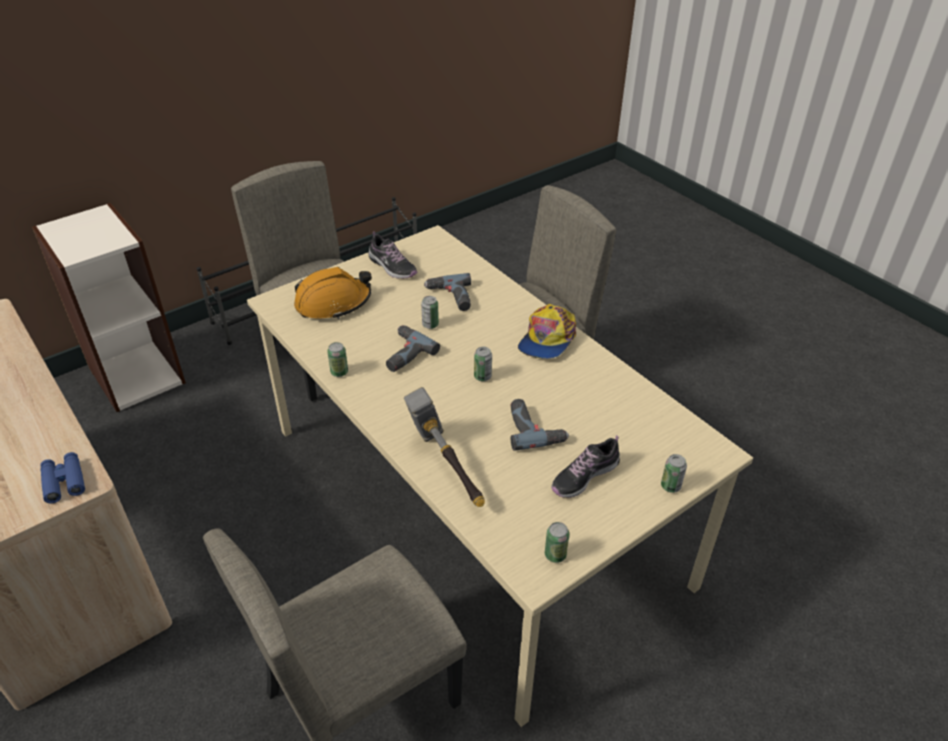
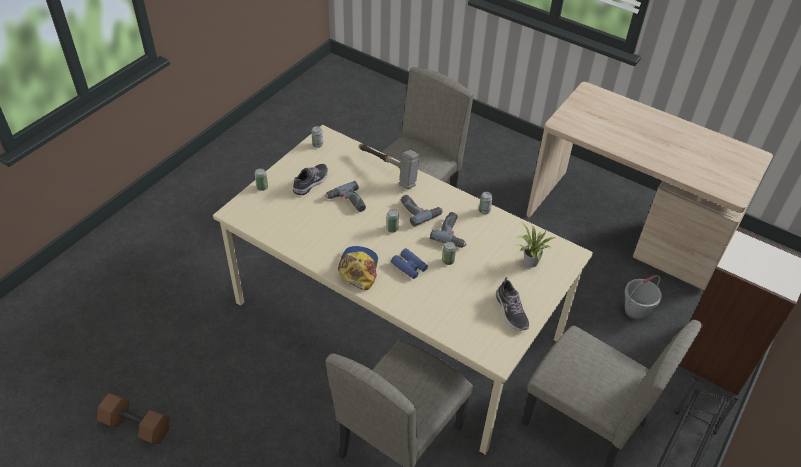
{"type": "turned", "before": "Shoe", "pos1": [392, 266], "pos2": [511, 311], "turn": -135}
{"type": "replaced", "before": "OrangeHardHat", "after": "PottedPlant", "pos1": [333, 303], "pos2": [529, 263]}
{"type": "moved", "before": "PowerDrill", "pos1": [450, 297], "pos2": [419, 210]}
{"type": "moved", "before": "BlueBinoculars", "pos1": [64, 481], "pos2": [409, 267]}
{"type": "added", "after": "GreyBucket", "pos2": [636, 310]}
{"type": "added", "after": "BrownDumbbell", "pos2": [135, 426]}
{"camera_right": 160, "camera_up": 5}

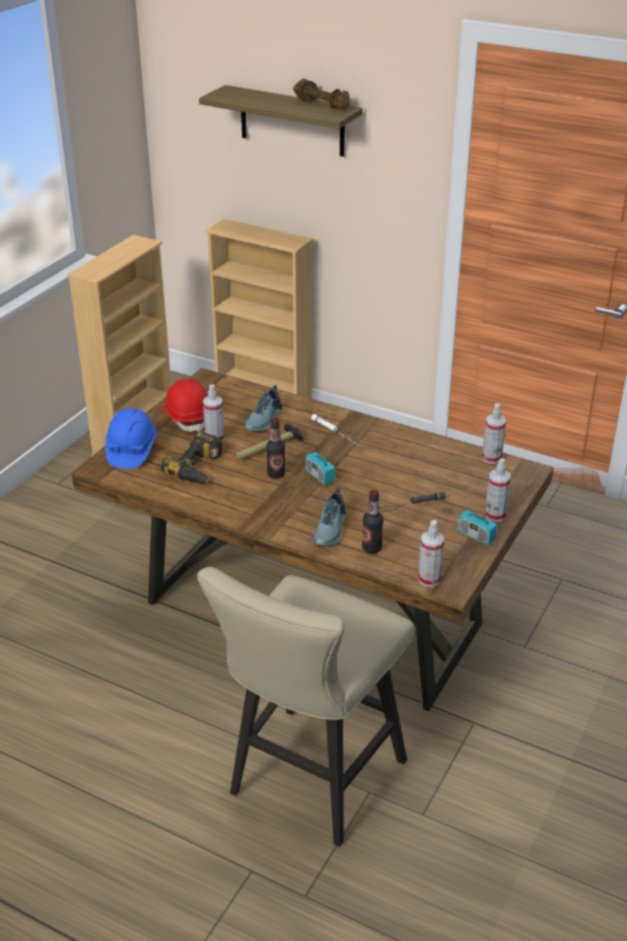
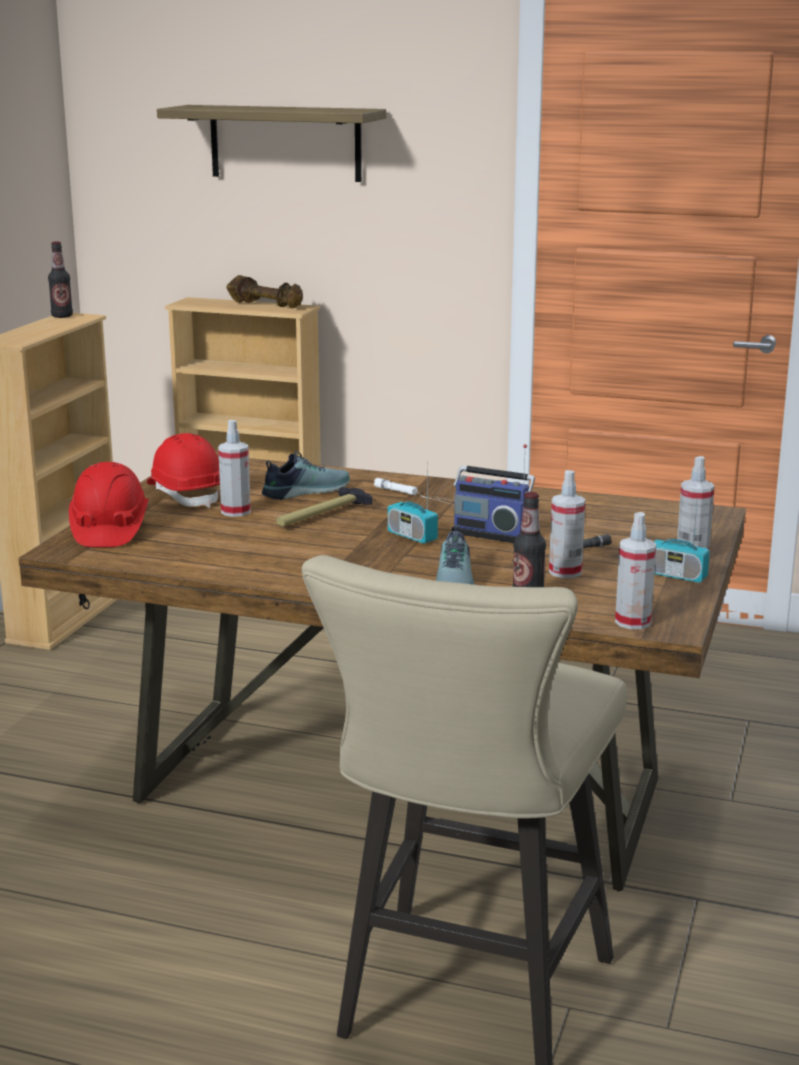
{"type": "moved", "before": "BrownDumbbell", "pos1": [322, 105], "pos2": [267, 305]}
{"type": "turned", "before": "Shoe", "pos1": [265, 420], "pos2": [304, 491], "turn": -135}
{"type": "moved", "before": "SprayBottle", "pos1": [491, 458], "pos2": [565, 572]}
{"type": "recoloured", "before": "BlueHardHat", "after": "RedHardHat", "pos1": [131, 451], "pos2": [109, 530]}
{"type": "moved", "before": "Bottle", "pos1": [276, 474], "pos2": [62, 316]}
{"type": "removed", "before": "PowerDrill", "pos1": [200, 468]}
{"type": "added", "after": "Radio", "pos2": [492, 533]}
{"camera_right": -10, "camera_up": -15}

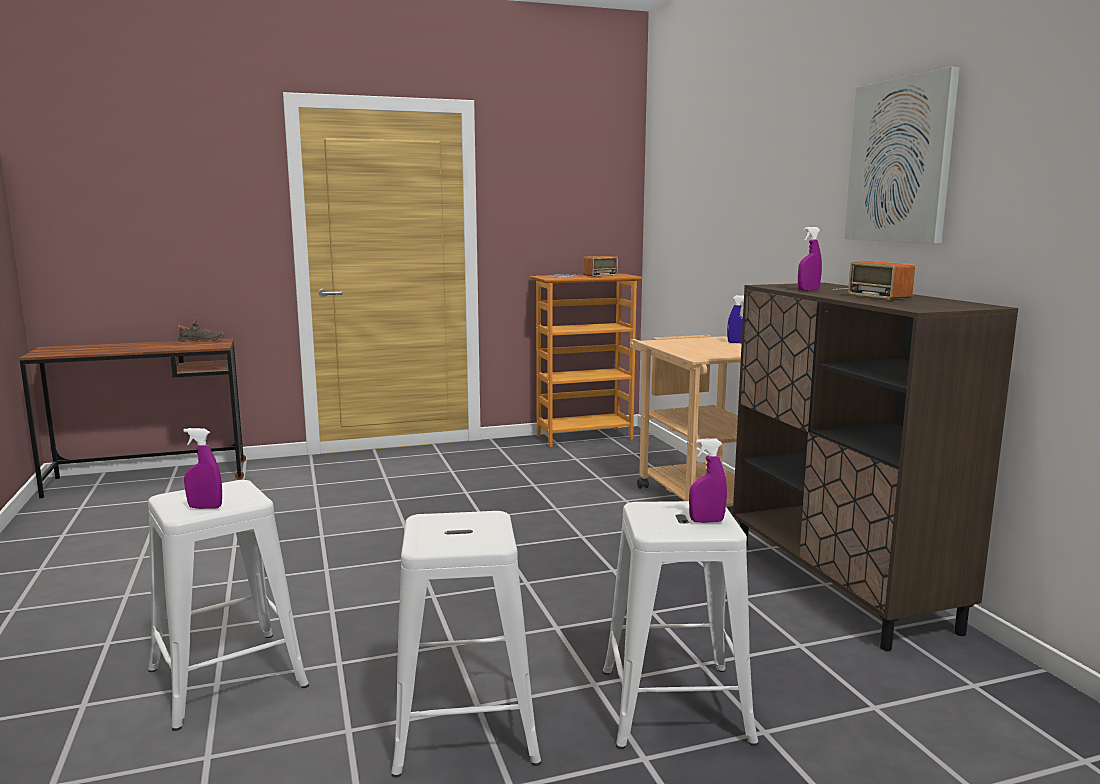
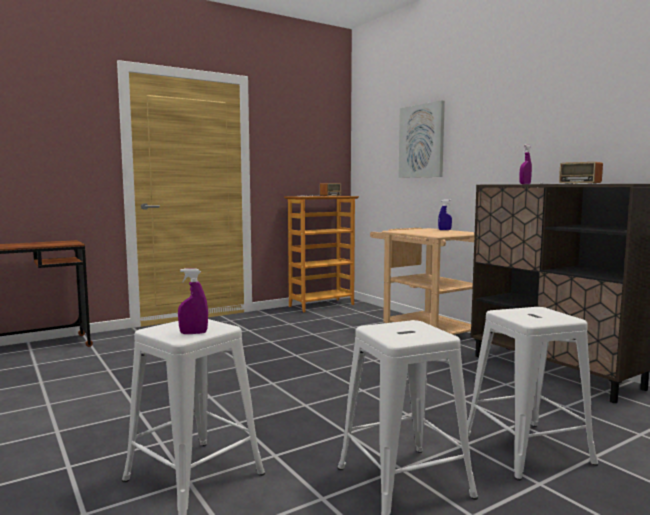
{"type": "moved", "before": "Picture", "pos1": [900, 161], "pos2": [421, 141]}
{"type": "removed", "before": "BlackShoe", "pos1": [201, 341]}
{"type": "removed", "before": "PurpleSprayBottle", "pos1": [706, 521]}
{"camera_right": -15, "camera_up": -5}

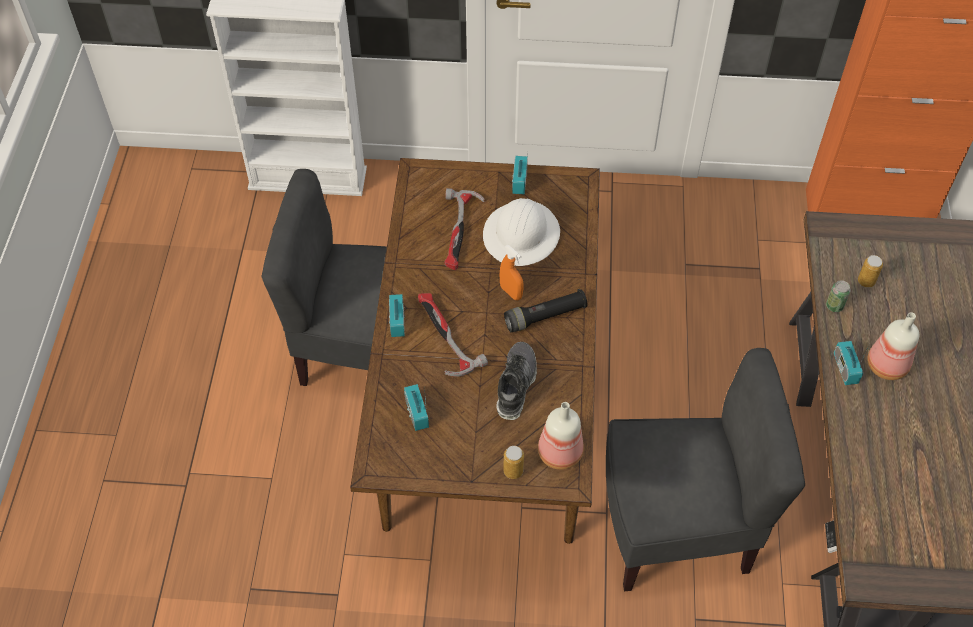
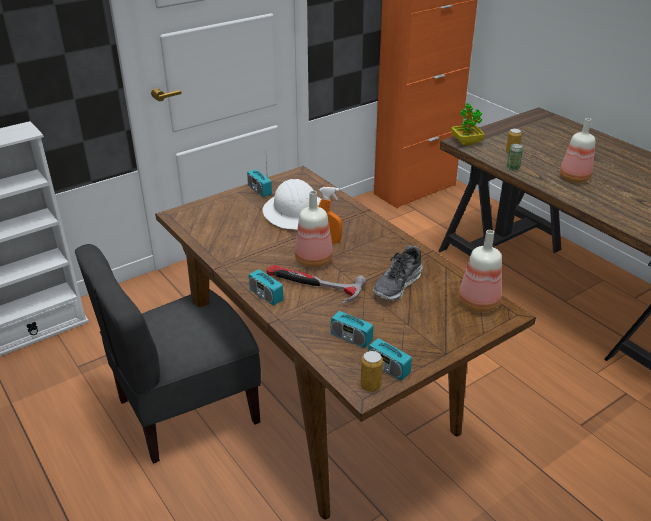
{"type": "removed", "before": "Hammer", "pos1": [460, 232]}
{"type": "removed", "before": "BlackFlashlight", "pos1": [545, 316]}
{"type": "moved", "before": "Radio", "pos1": [845, 369], "pos2": [388, 368]}
{"type": "turned", "before": "Shoe", "pos1": [515, 384], "pos2": [398, 285], "turn": -120}
{"type": "removed", "before": "GreyChair", "pos1": [676, 527]}
{"type": "moved", "before": "Can", "pos1": [513, 471], "pos2": [370, 386]}
{"type": "added", "after": "PottedPlant", "pos2": [466, 142]}
{"type": "added", "after": "Bottle", "pos2": [313, 260]}
{"camera_right": -40, "camera_up": -20}

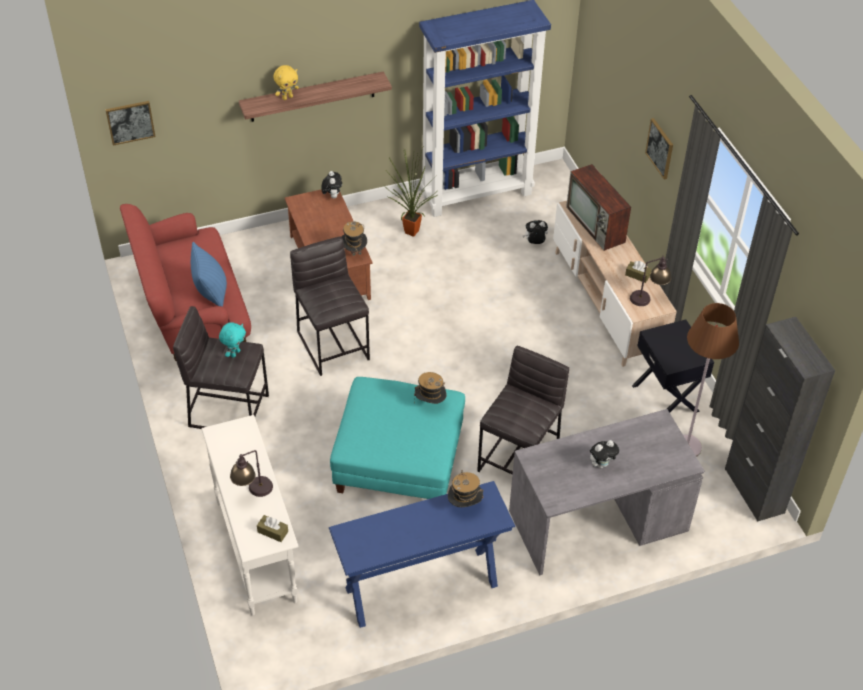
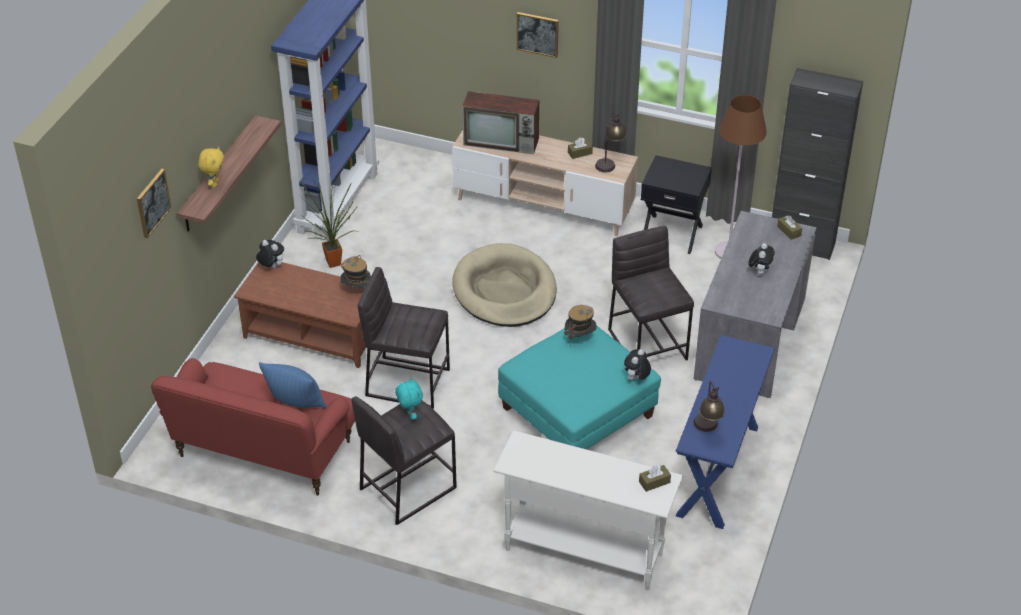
{"type": "moved", "before": "Picture", "pos1": [130, 122], "pos2": [152, 203]}
{"type": "moved", "before": "PlushToy", "pos1": [535, 243], "pos2": [636, 379]}
{"type": "moved", "before": "TableLamp", "pos1": [253, 492], "pos2": [707, 430]}
{"type": "removed", "before": "Hat", "pos1": [464, 505]}
{"type": "added", "after": "BrownTissueBox", "pos2": [789, 231]}
{"type": "added", "after": "BeigeDogBed", "pos2": [505, 290]}
{"camera_right": -50, "camera_up": -5}

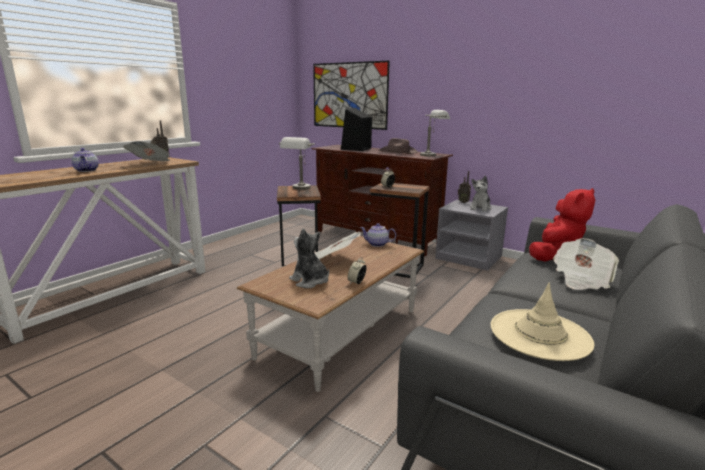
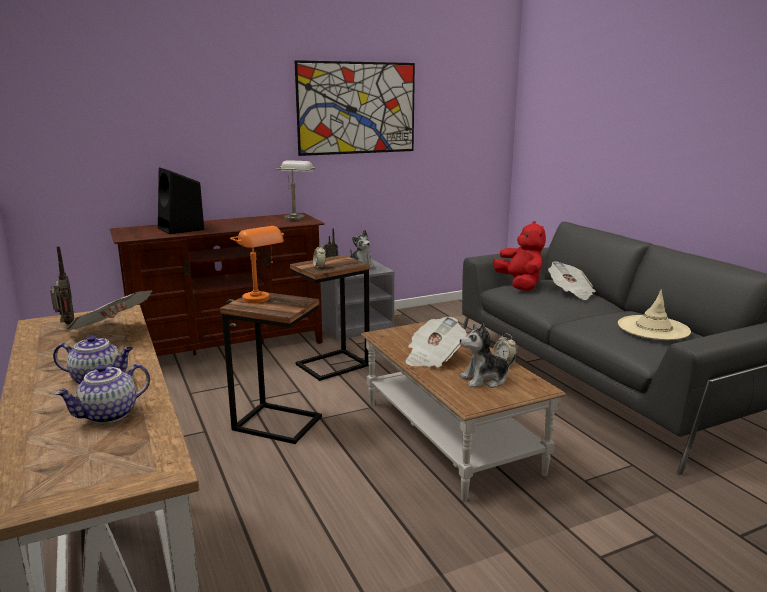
{"type": "moved", "before": "Picture", "pos1": [349, 95], "pos2": [357, 108]}
{"type": "recoloured", "before": "GreyTableLamp", "after": "OrangeTableLamp", "pos1": [299, 189], "pos2": [261, 301]}
{"type": "removed", "before": "BrownHat", "pos1": [398, 152]}
{"type": "moved", "before": "Teapot", "pos1": [377, 244], "pos2": [109, 415]}
{"camera_right": -60, "camera_up": 0}

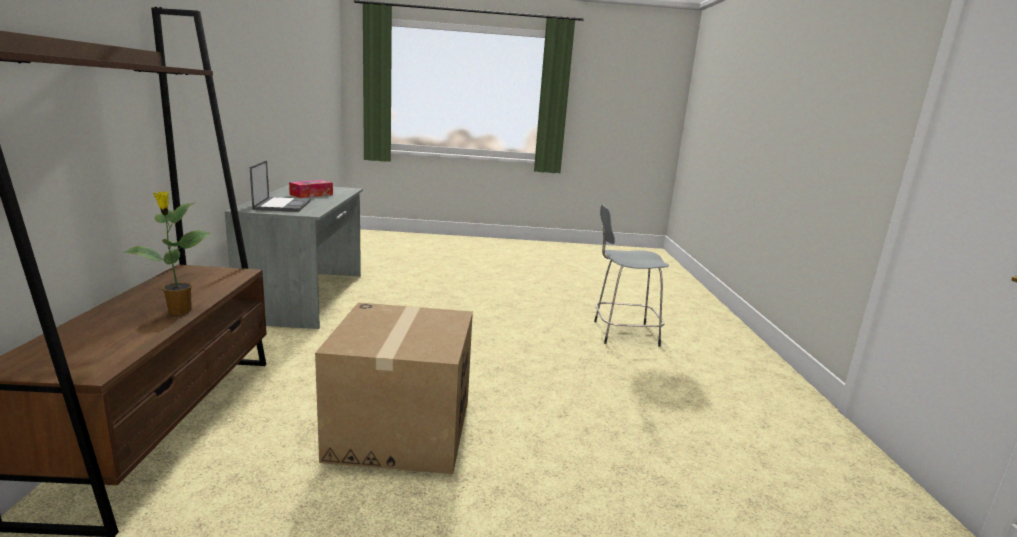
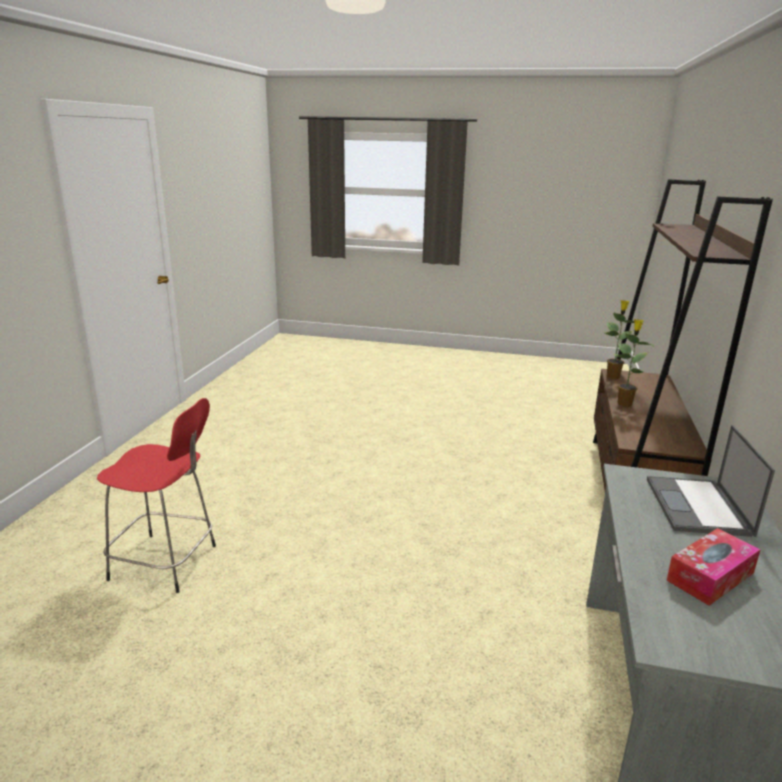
{"type": "recoloured", "before": "GreyStool", "after": "RedStool", "pos1": [622, 333], "pos2": [167, 563]}
{"type": "removed", "before": "CardboardBox", "pos1": [401, 430]}
{"type": "added", "after": "PottedPlant", "pos2": [613, 376]}
{"camera_right": -165, "camera_up": 5}

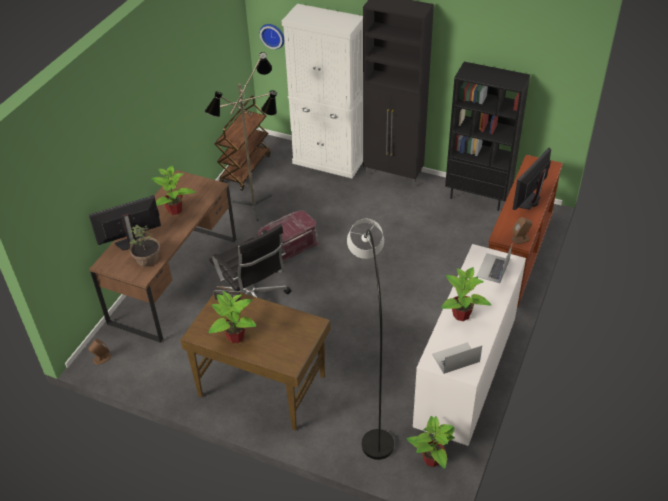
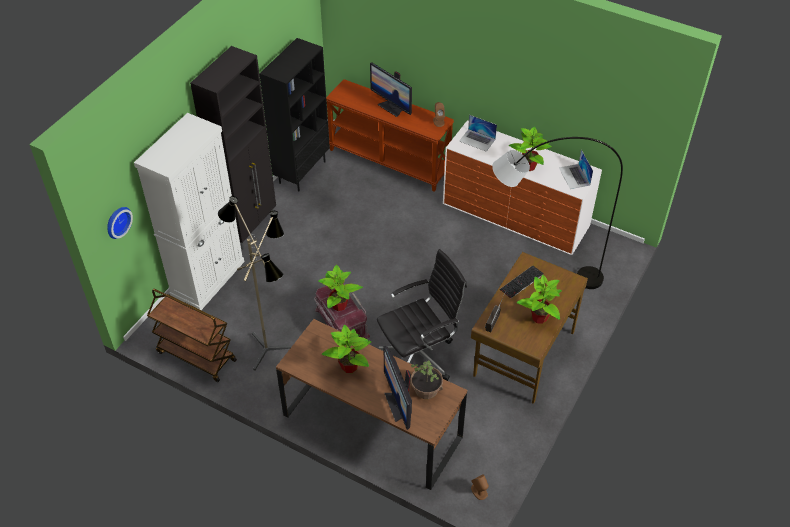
{"type": "moved", "before": "PottedPlant", "pos1": [431, 460], "pos2": [339, 305]}
{"type": "added", "after": "Keyboard", "pos2": [522, 282]}
{"camera_right": -85, "camera_up": 5}

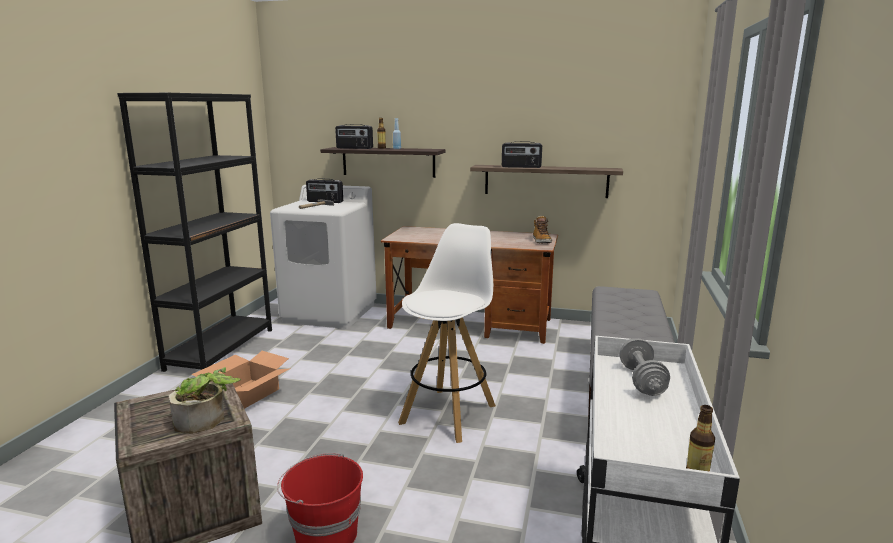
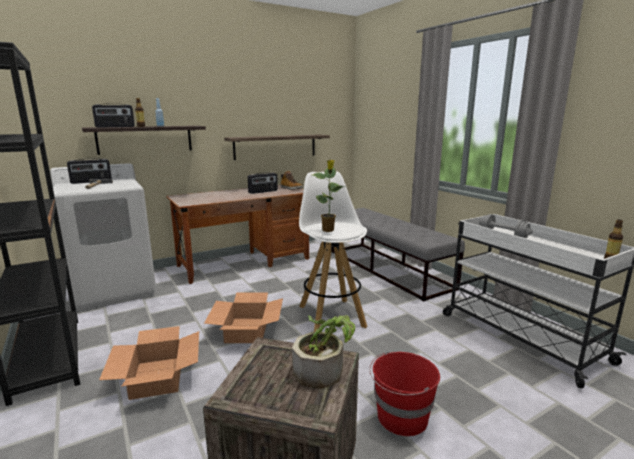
{"type": "moved", "before": "Radio", "pos1": [521, 167], "pos2": [263, 191]}
{"type": "added", "after": "PottedPlant", "pos2": [328, 230]}
{"type": "added", "after": "CardboardBox", "pos2": [246, 330]}
{"camera_right": -45, "camera_up": 0}

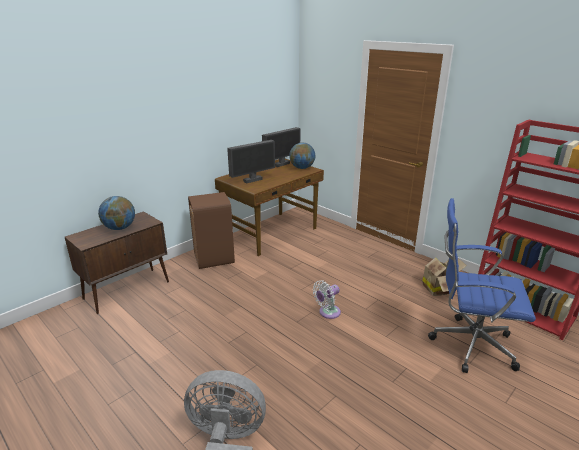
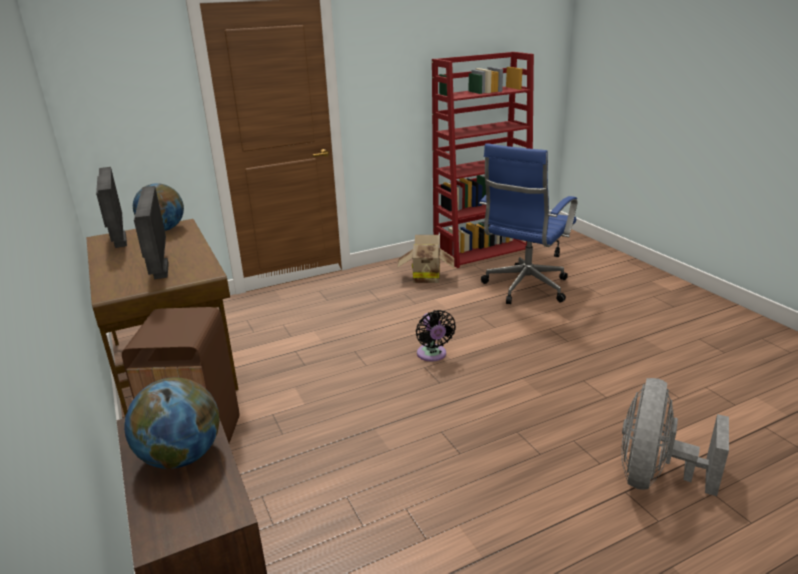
{"type": "recoloured", "before": "WhiteFan", "after": "BlackFan", "pos1": [327, 313], "pos2": [432, 355]}
{"camera_right": -70, "camera_up": 0}

